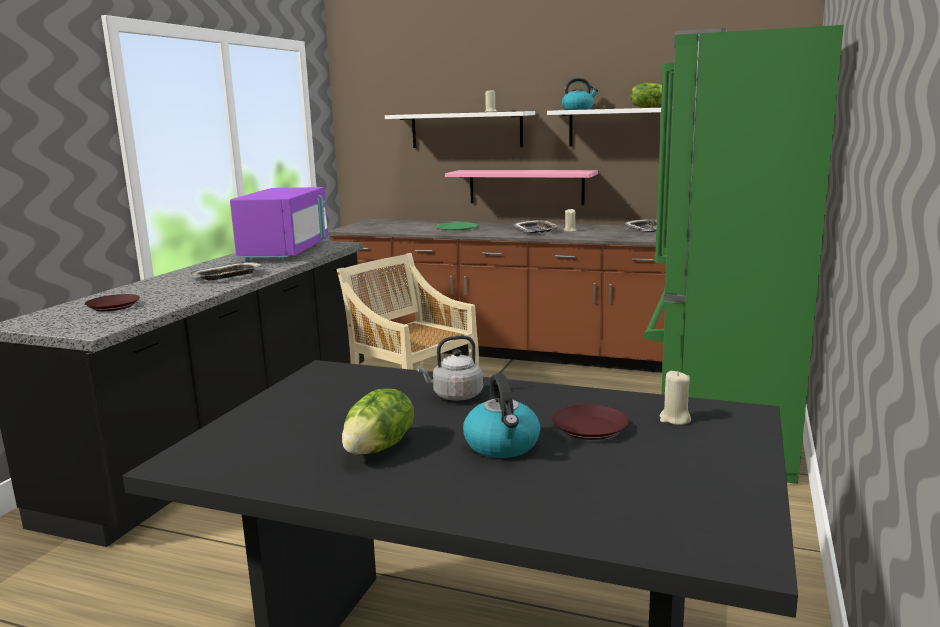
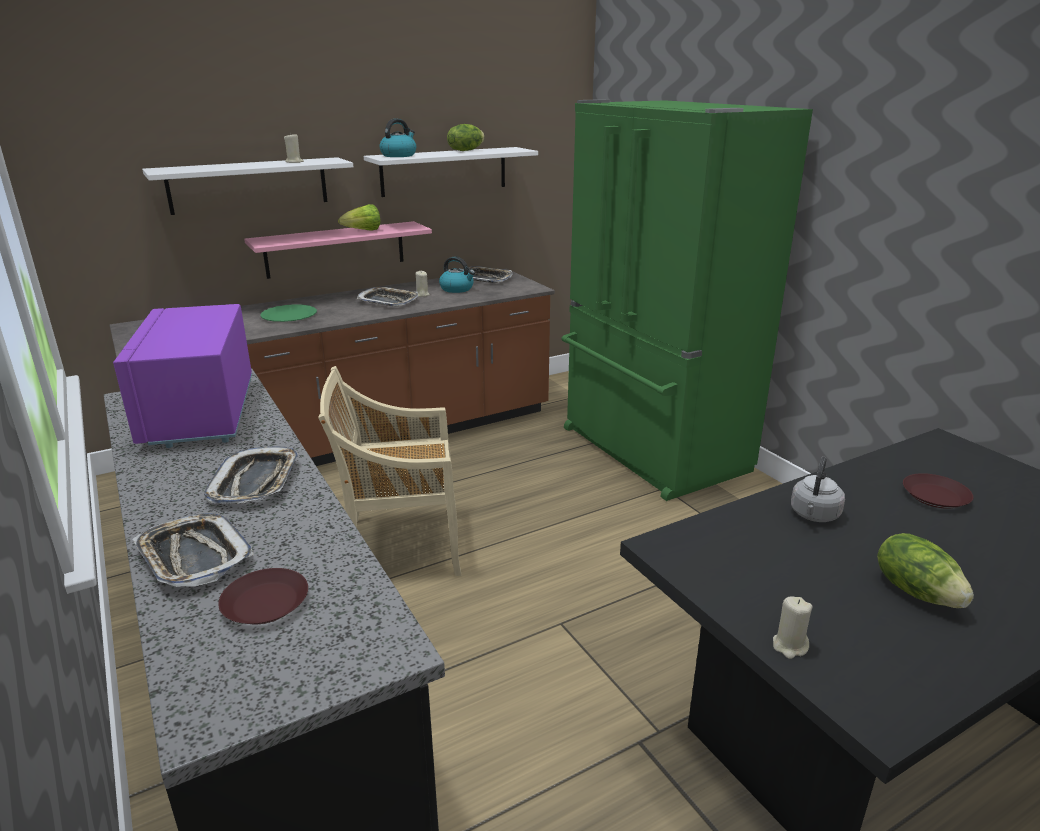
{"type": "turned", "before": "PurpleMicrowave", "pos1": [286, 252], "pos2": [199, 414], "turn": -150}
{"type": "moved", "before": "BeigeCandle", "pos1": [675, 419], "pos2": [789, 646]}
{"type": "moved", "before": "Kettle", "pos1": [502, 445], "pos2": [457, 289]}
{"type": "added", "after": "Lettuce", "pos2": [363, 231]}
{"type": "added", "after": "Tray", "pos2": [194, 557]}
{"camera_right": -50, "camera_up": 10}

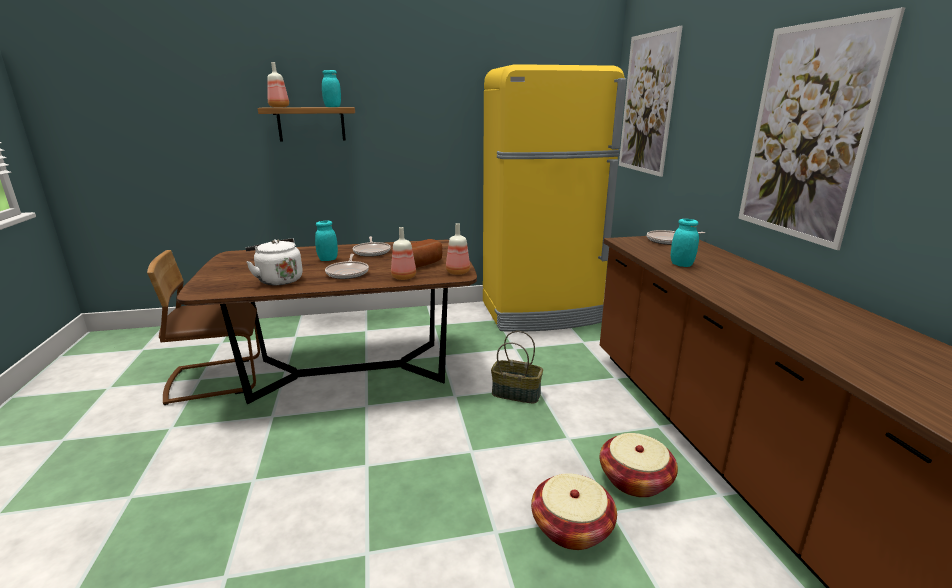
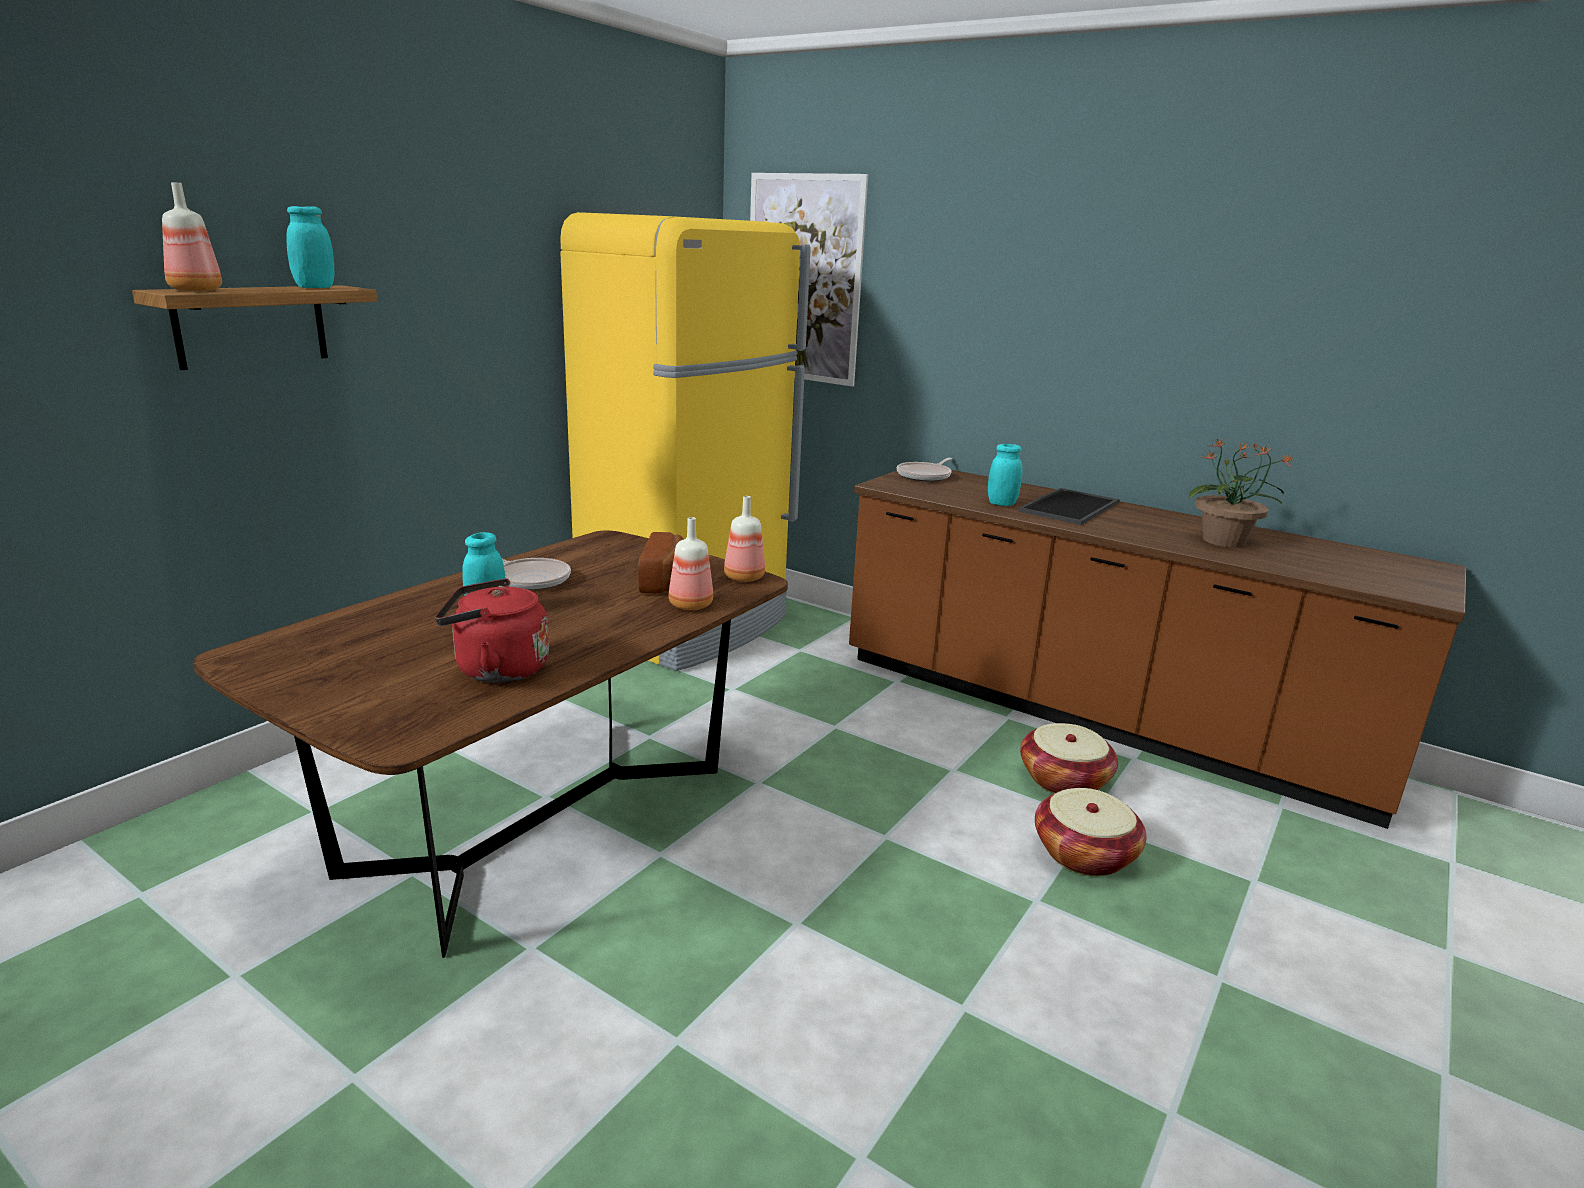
{"type": "removed", "before": "Picture", "pos1": [806, 133]}
{"type": "recoloured", "before": "WhiteKettle", "after": "RedKettle", "pos1": [278, 280], "pos2": [496, 670]}
{"type": "removed", "before": "BrownChair", "pos1": [216, 379]}
{"type": "removed", "before": "FryingPan", "pos1": [348, 272]}
{"type": "removed", "before": "Basket", "pos1": [516, 393]}
{"type": "added", "after": "PottedPlant", "pos2": [1225, 541]}
{"type": "added", "after": "Tray", "pos2": [1071, 507]}
{"camera_right": -45, "camera_up": 0}

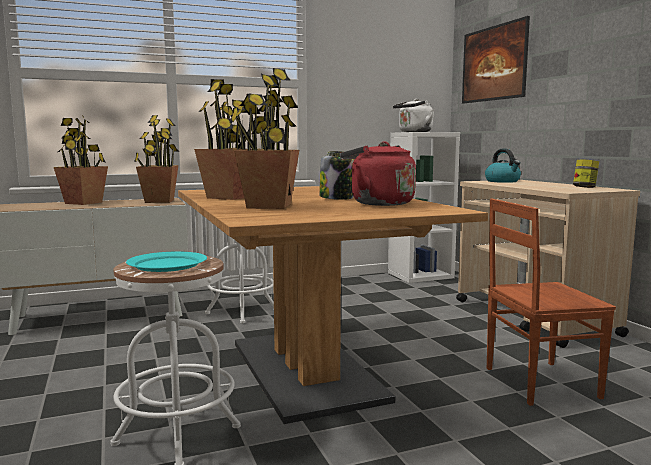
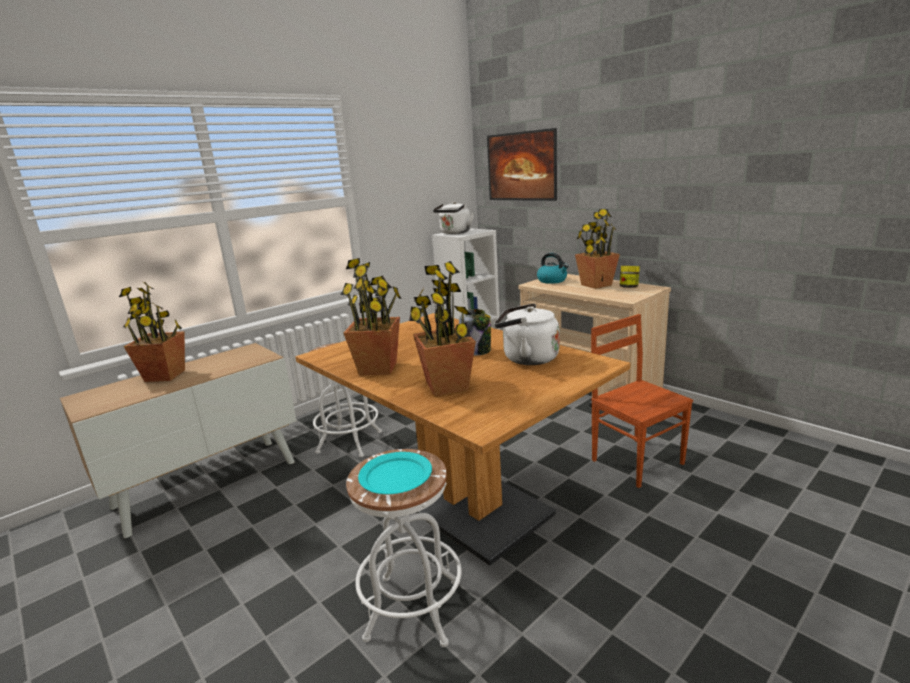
{"type": "moved", "before": "PottedPlant", "pos1": [159, 201], "pos2": [596, 285]}
{"type": "recoloured", "before": "RedKettle", "after": "WhiteKettle", "pos1": [378, 203], "pos2": [527, 358]}
{"type": "turned", "before": "BrownChair", "pos1": [538, 382], "pos2": [637, 461], "turn": 90}
{"camera_right": -20, "camera_up": 10}

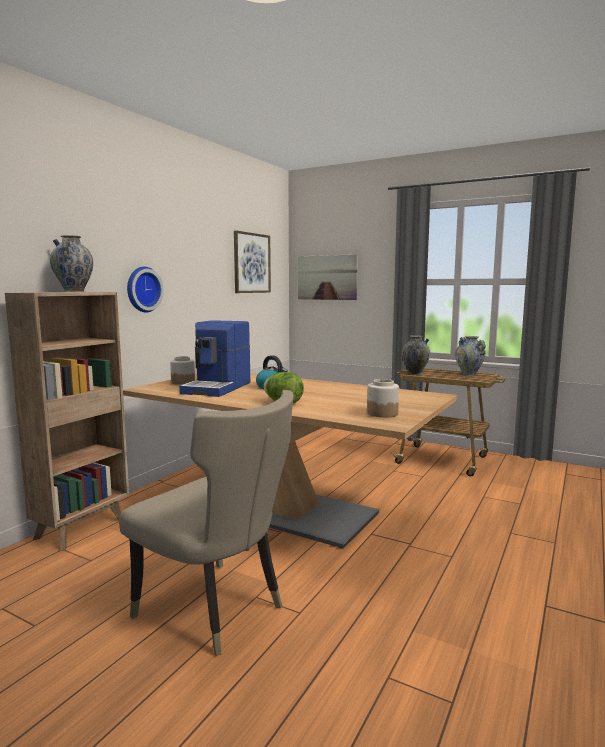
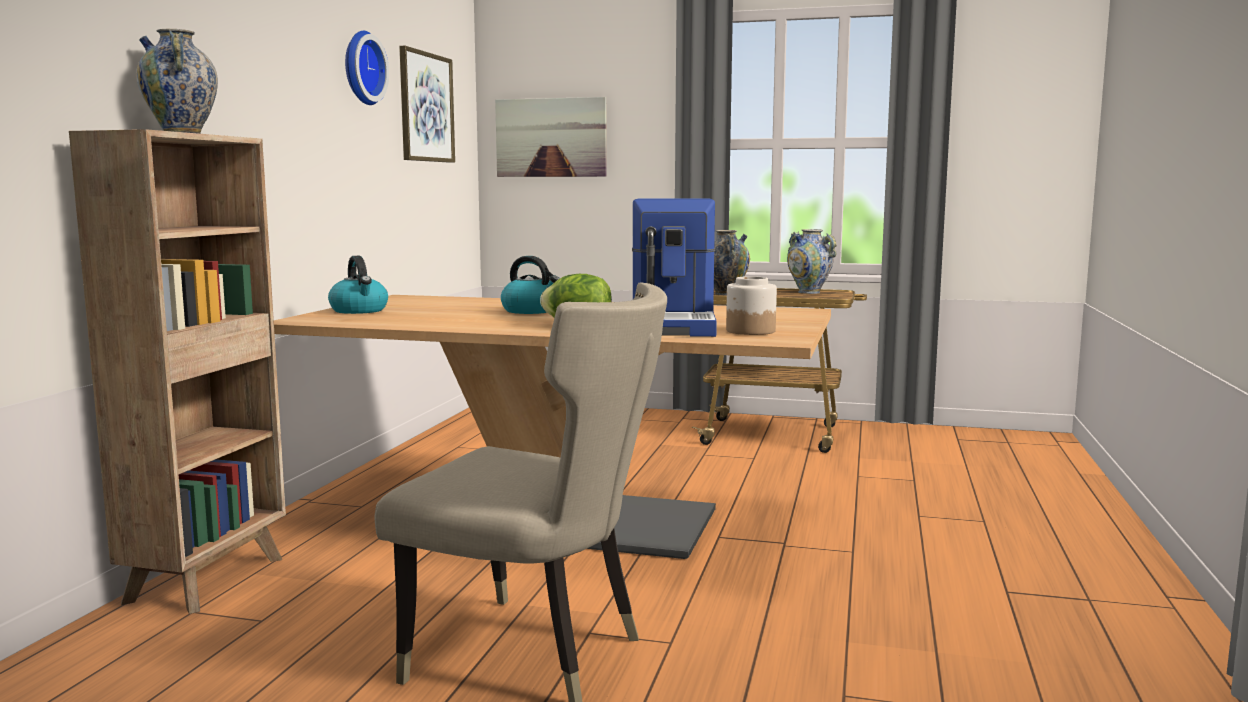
{"type": "moved", "before": "WallClock", "pos1": [142, 289], "pos2": [361, 68]}
{"type": "moved", "before": "CoffeeMachine", "pos1": [218, 388], "pos2": [674, 325]}
{"type": "replaced", "before": "Jar", "after": "Kettle", "pos1": [183, 382], "pos2": [359, 310]}
{"camera_right": -15, "camera_up": 0}

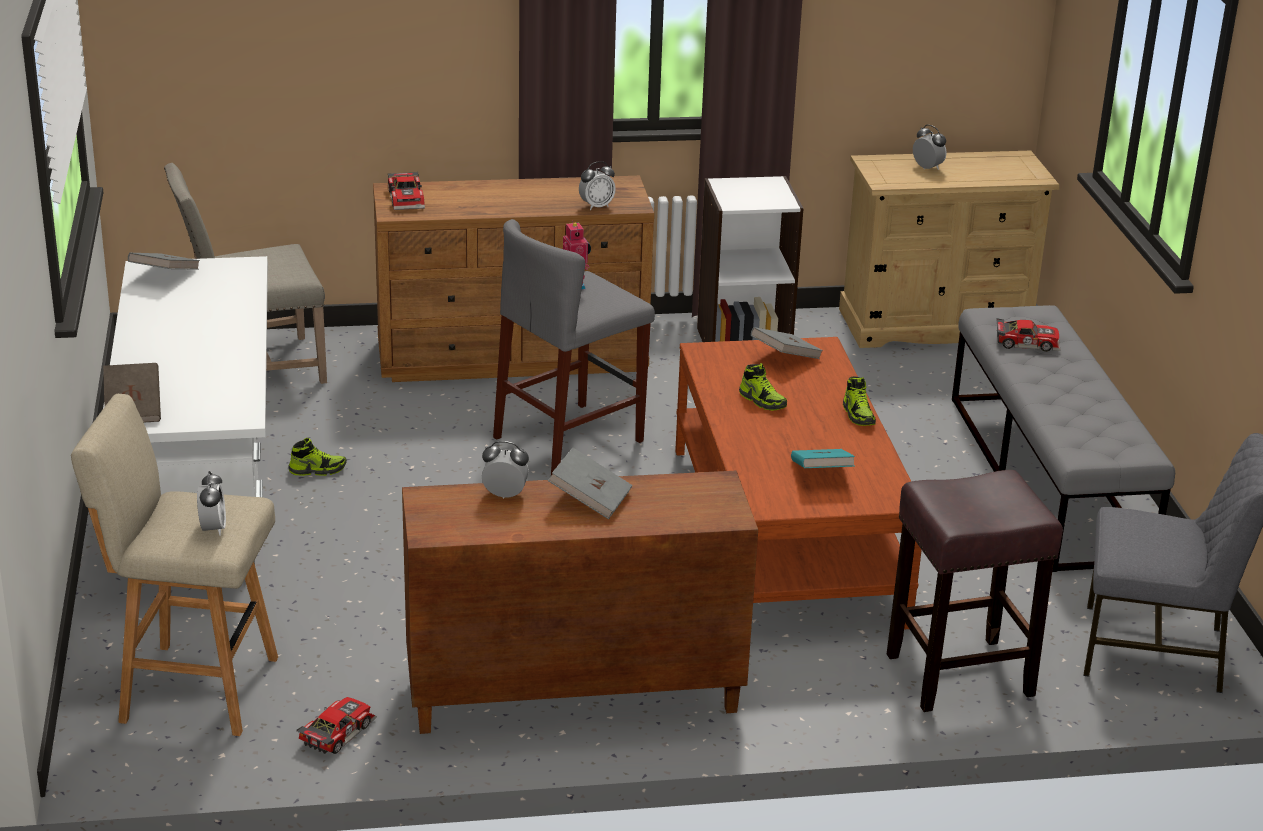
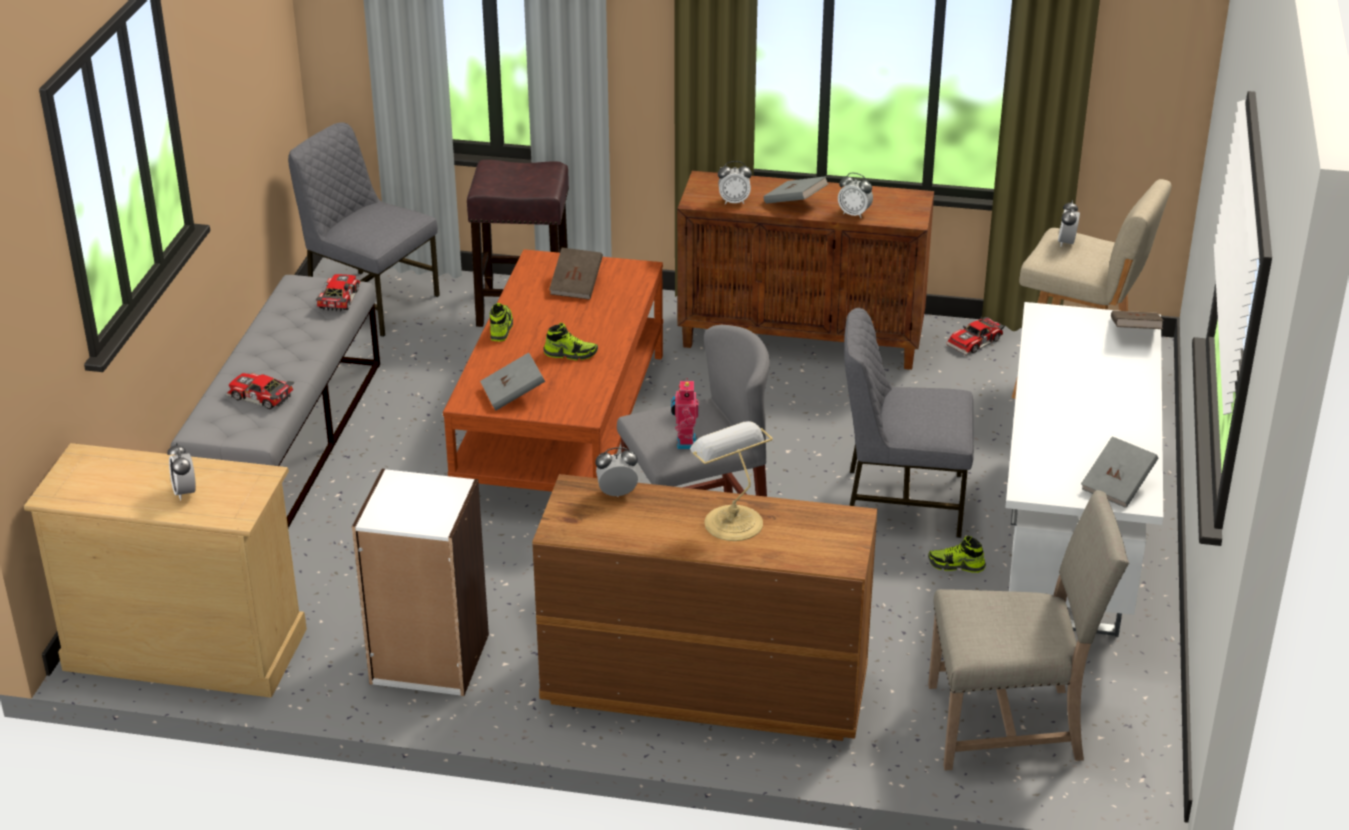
{"type": "moved", "before": "ToyCar", "pos1": [408, 199], "pos2": [337, 298]}
{"type": "turned", "before": "Shoe", "pos1": [762, 401], "pos2": [570, 354], "turn": 120}
{"type": "recoloured", "before": "TurquoiseBook", "after": "BrownBook", "pos1": [821, 474], "pos2": [576, 286]}
{"type": "added", "after": "AlarmClock", "pos2": [734, 201]}
{"type": "added", "after": "GreyChair", "pos2": [901, 501]}
{"type": "added", "after": "TableLamp", "pos2": [731, 521]}
{"camera_right": -160, "camera_up": 5}

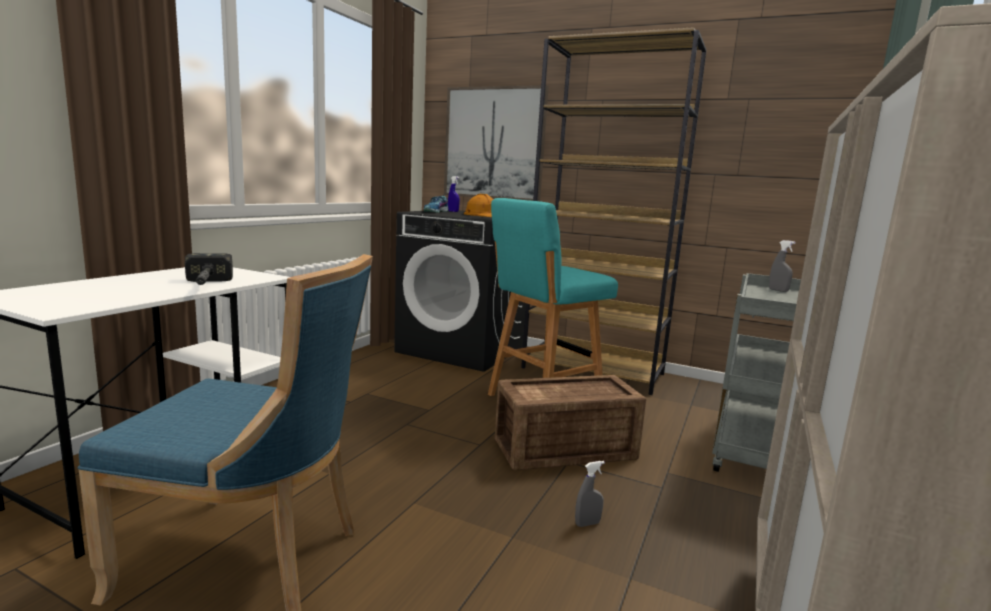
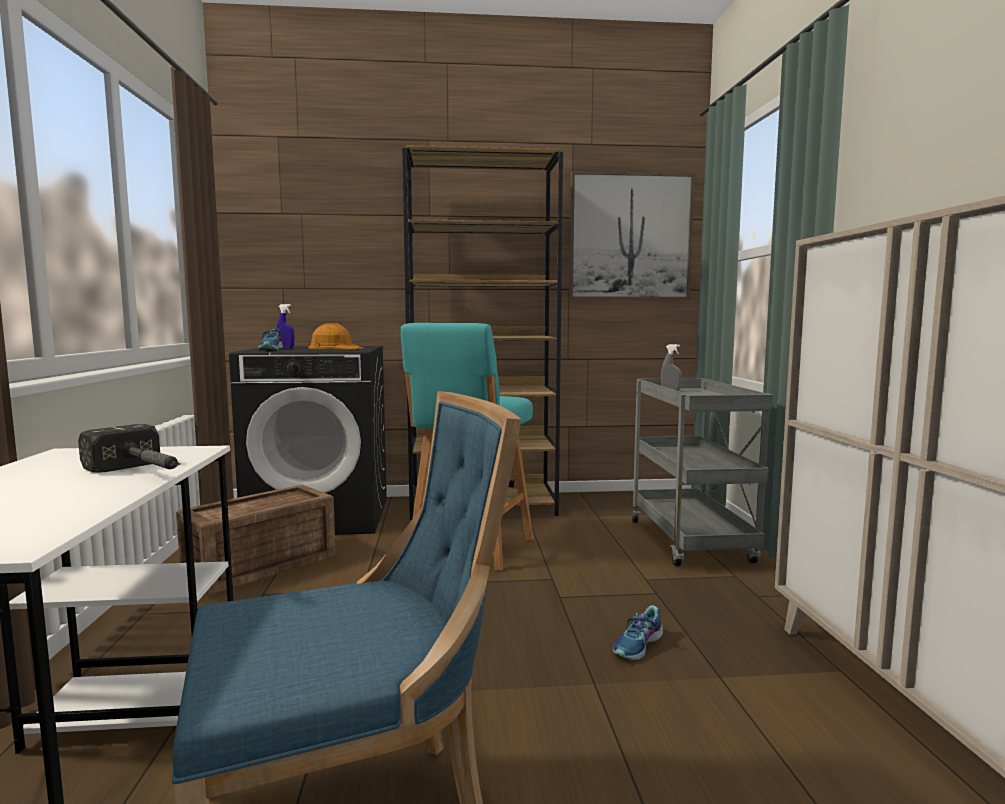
{"type": "moved", "before": "Picture", "pos1": [494, 143], "pos2": [630, 237]}
{"type": "moved", "before": "Crate", "pos1": [567, 450], "pos2": [264, 565]}
{"type": "replaced", "before": "GreySprayBottle", "after": "Shoe", "pos1": [587, 524], "pos2": [638, 646]}
{"camera_right": -30, "camera_up": -5}

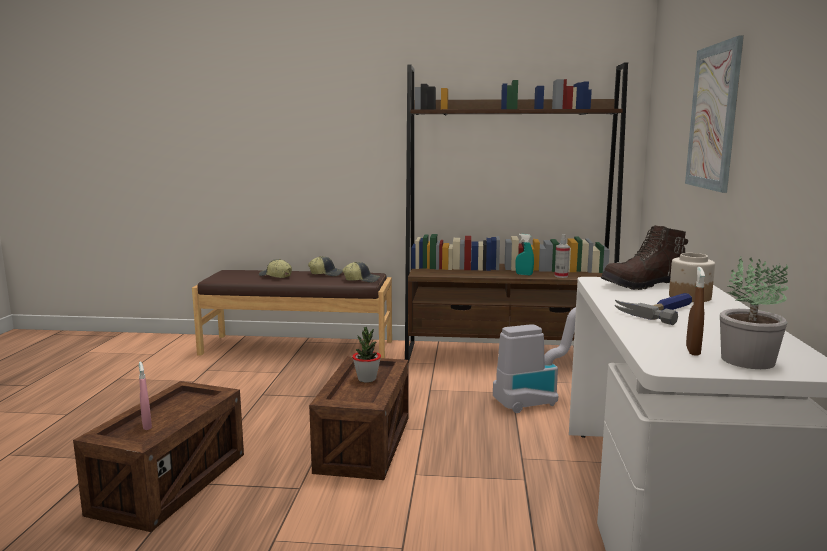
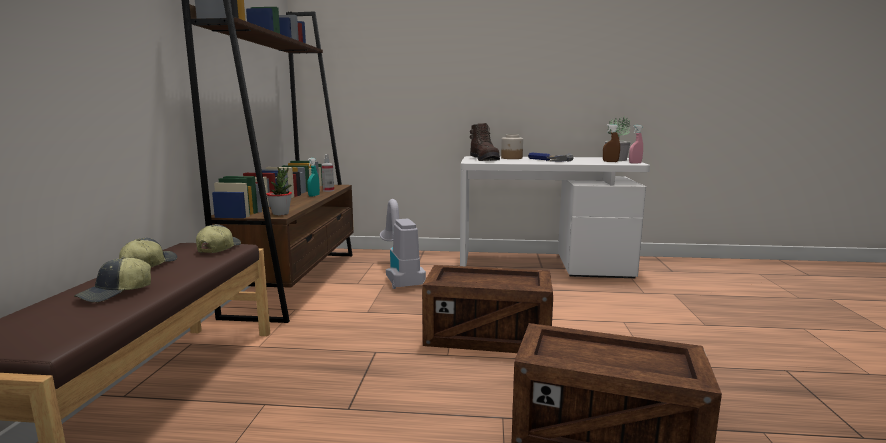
{"type": "removed", "before": "Picture", "pos1": [713, 117]}
{"type": "moved", "before": "PottedPlant", "pos1": [367, 379], "pos2": [280, 214]}
{"type": "moved", "before": "PinkSprayBottle", "pos1": [146, 425], "pos2": [635, 163]}
{"camera_right": -90, "camera_up": 0}

